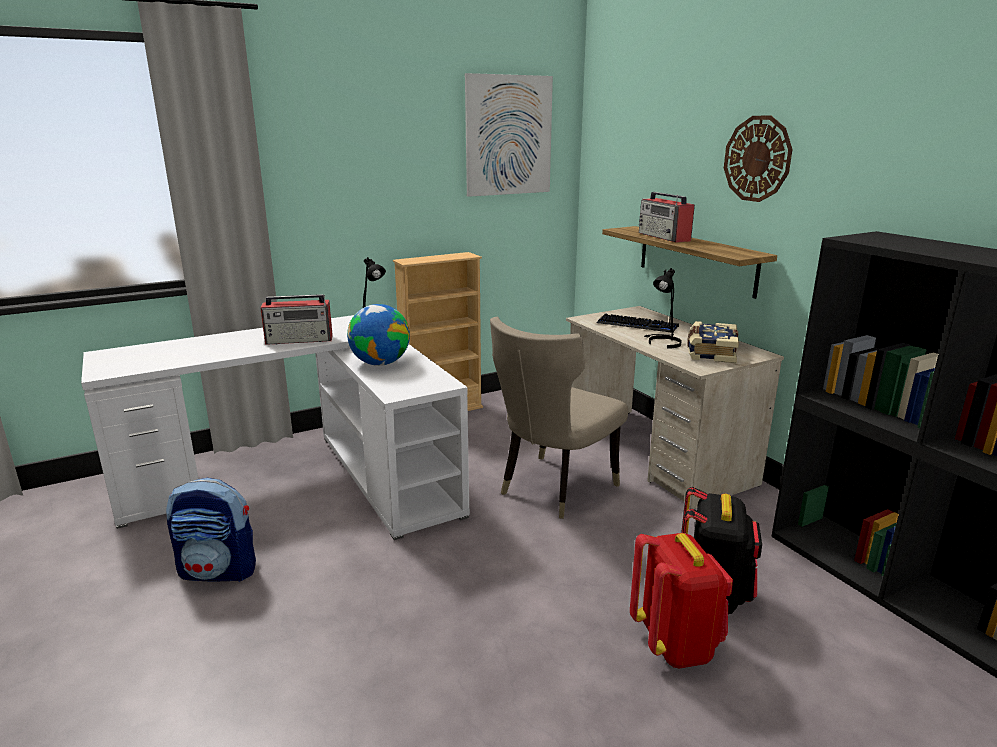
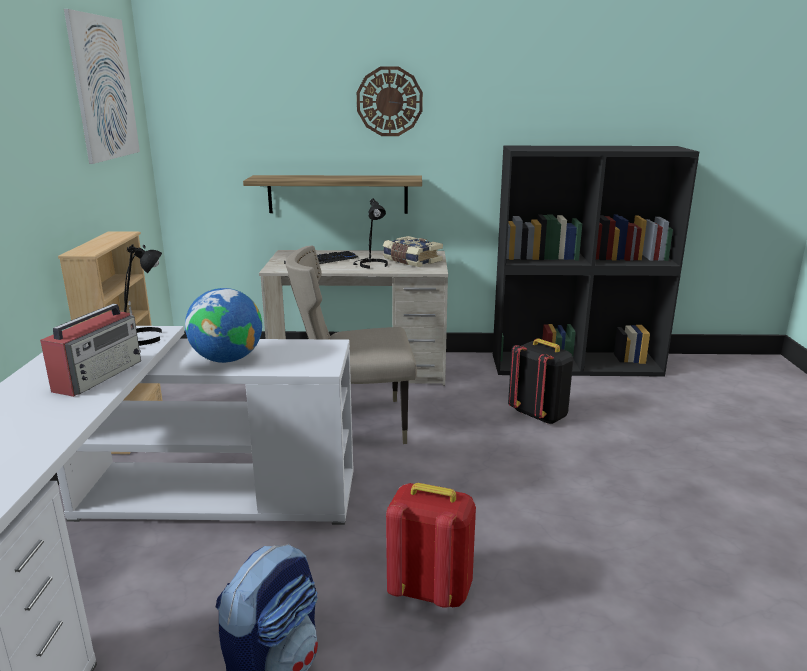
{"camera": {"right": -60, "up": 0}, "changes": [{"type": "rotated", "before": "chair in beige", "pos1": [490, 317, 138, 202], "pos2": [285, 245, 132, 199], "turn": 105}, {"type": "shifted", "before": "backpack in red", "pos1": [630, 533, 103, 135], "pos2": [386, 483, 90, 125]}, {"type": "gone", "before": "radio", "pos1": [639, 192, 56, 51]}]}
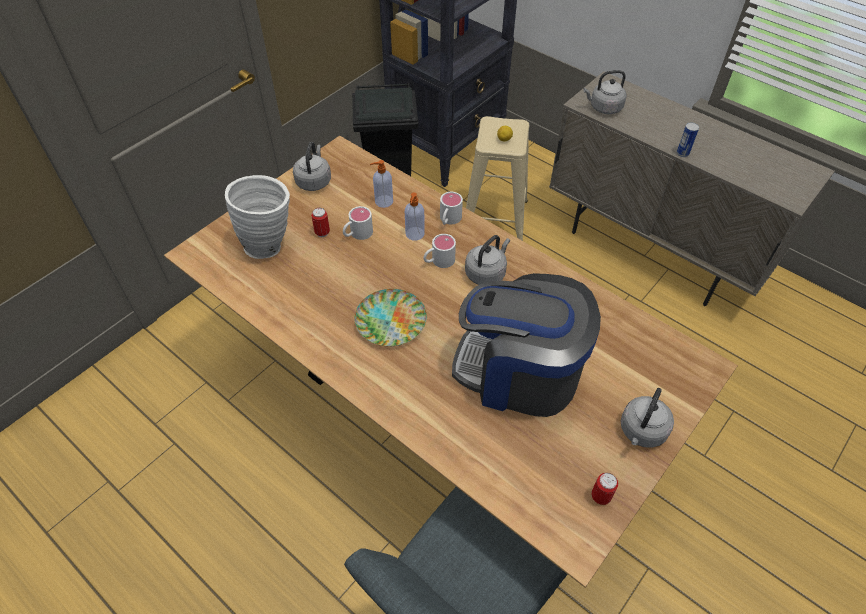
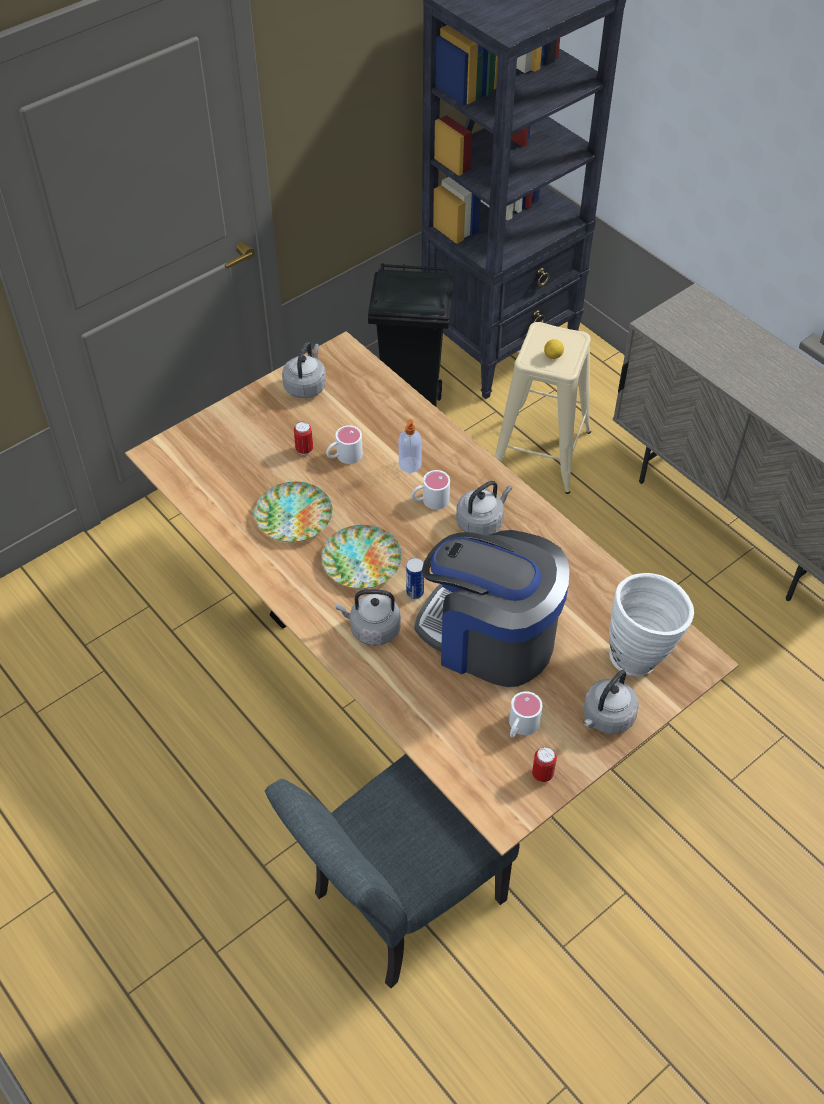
{"camera": {"right": 10, "up": 0}, "changes": [{"type": "shifted", "before": "vase in white", "pos1": [225, 175, 65, 84], "pos2": [609, 573, 85, 103]}, {"type": "gone", "before": "soap dispenser", "pos1": [370, 160, 23, 48]}, {"type": "shifted", "before": "mug in white", "pos1": [440, 192, 23, 33], "pos2": [509, 691, 33, 47]}, {"type": "shifted", "before": "kettle in grey", "pos1": [583, 70, 44, 44], "pos2": [335, 589, 66, 57]}, {"type": "shifted", "before": "can", "pos1": [677, 122, 22, 35], "pos2": [406, 558, 18, 41]}, {"type": "new", "after": "plate", "pos2": [254, 481, 79, 61]}]}
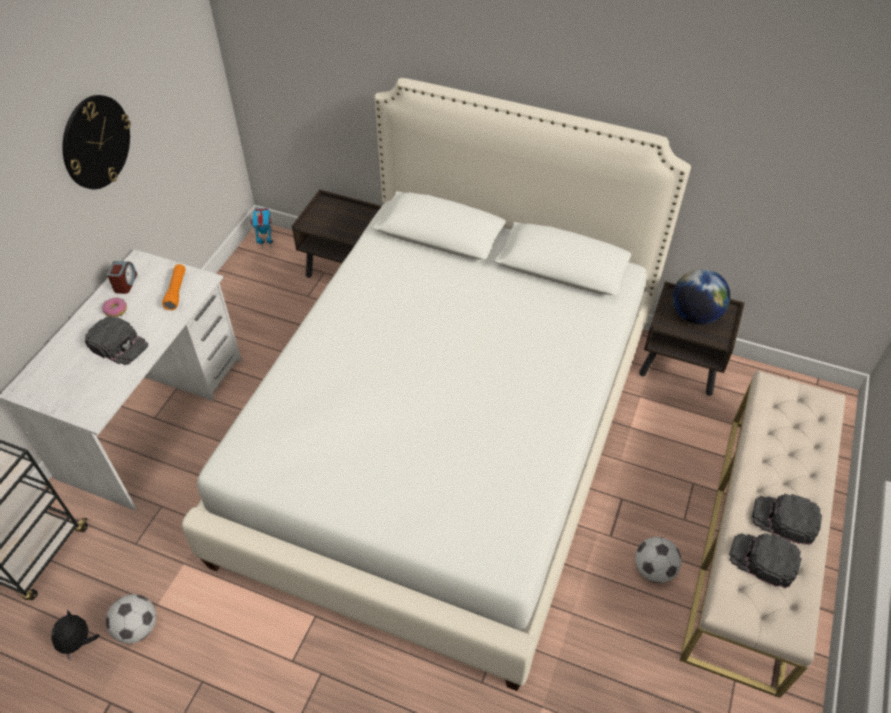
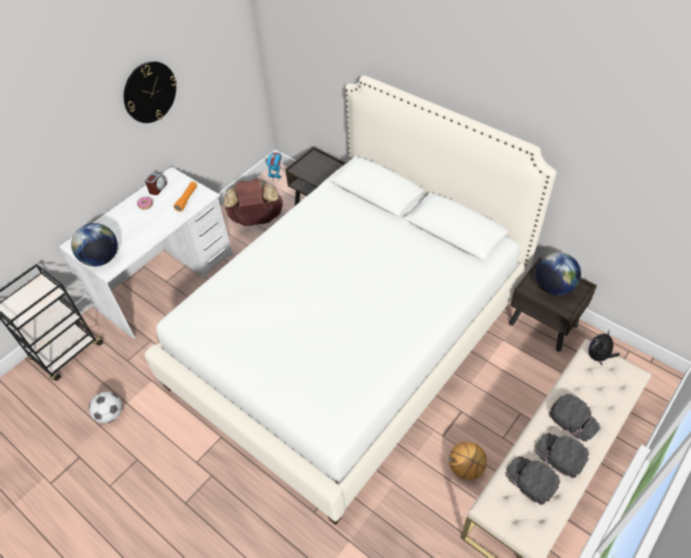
{"camera": {"right": 20, "up": 0}, "changes": [{"type": "shifted", "before": "plush toy", "pos1": [51, 610, 49, 50], "pos2": [588, 331, 32, 34]}, {"type": "shifted", "before": "cap in black", "pos1": [85, 316, 63, 49], "pos2": [549, 394, 51, 48]}, {"type": "swapped", "before": "football", "after": "basketball", "pos1": [635, 537, 47, 46], "pos2": [449, 441, 38, 39]}, {"type": "new", "after": "globe", "pos2": [71, 223, 47, 43]}, {"type": "new", "after": "backpack in brown", "pos2": [224, 178, 59, 48]}]}
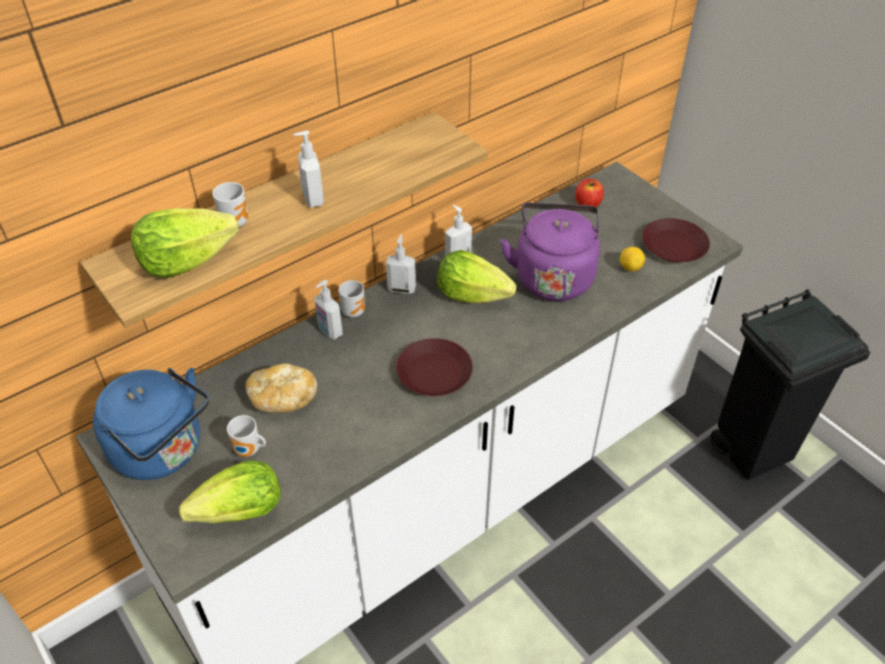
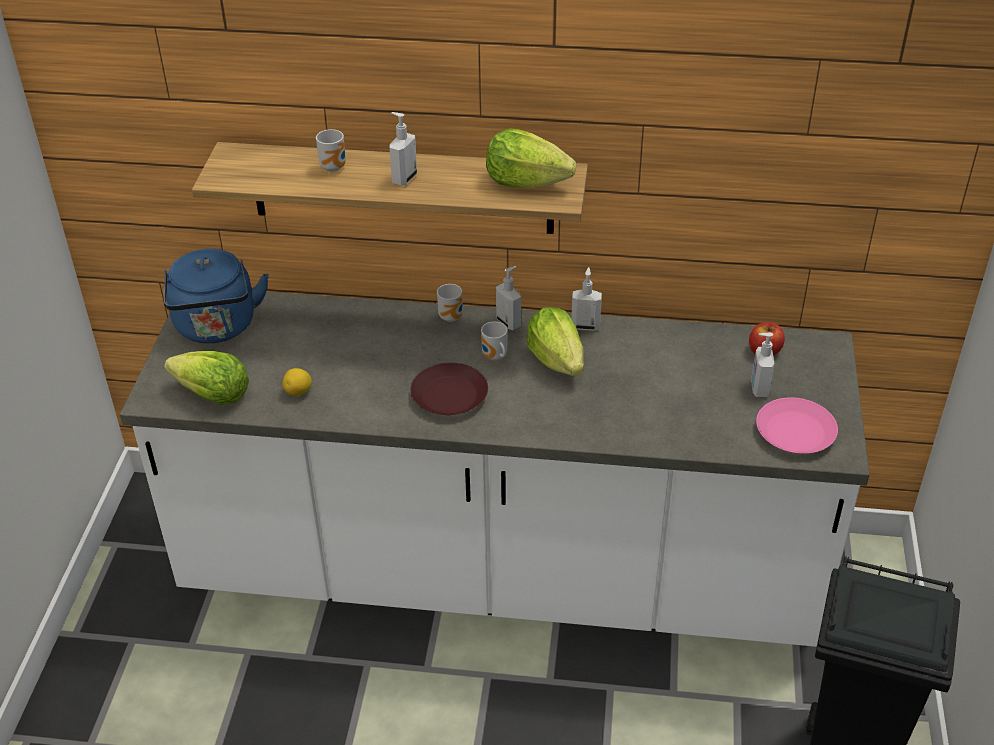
{"camera": {"right": 45, "up": -5}, "changes": [{"type": "shifted", "before": "lettuce", "pos1": [131, 208, 108, 70], "pos2": [486, 128, 91, 60]}, {"type": "shifted", "before": "mug", "pos1": [227, 415, 39, 42], "pos2": [481, 321, 26, 40]}, {"type": "gone", "before": "bread", "pos1": [245, 363, 72, 50]}, {"type": "shifted", "before": "soap dispenser", "pos1": [314, 280, 29, 59], "pos2": [751, 333, 23, 64]}, {"type": "gone", "before": "kettle in purple", "pos1": [500, 203, 100, 98]}, {"type": "shifted", "before": "lemon", "pos1": [620, 247, 25, 25], "pos2": [282, 368, 30, 28]}, {"type": "repainted", "before": "plate in brown", "after": "plate in pink", "pos1": [642, 218, 68, 44], "pos2": [756, 397, 82, 57]}]}
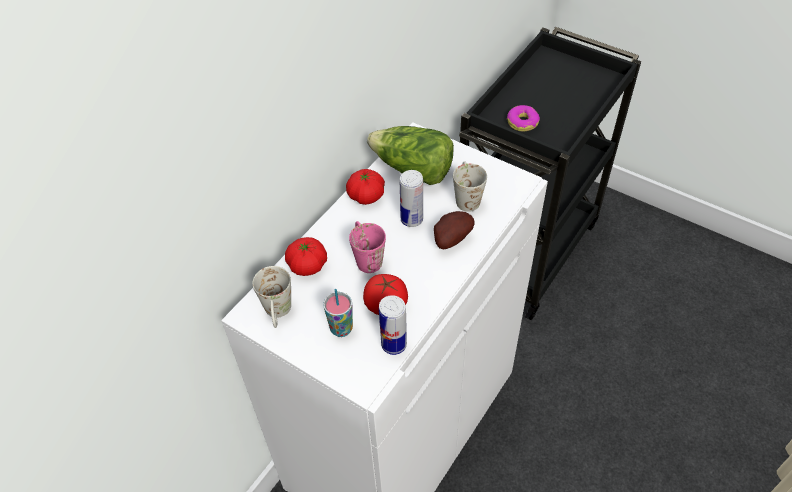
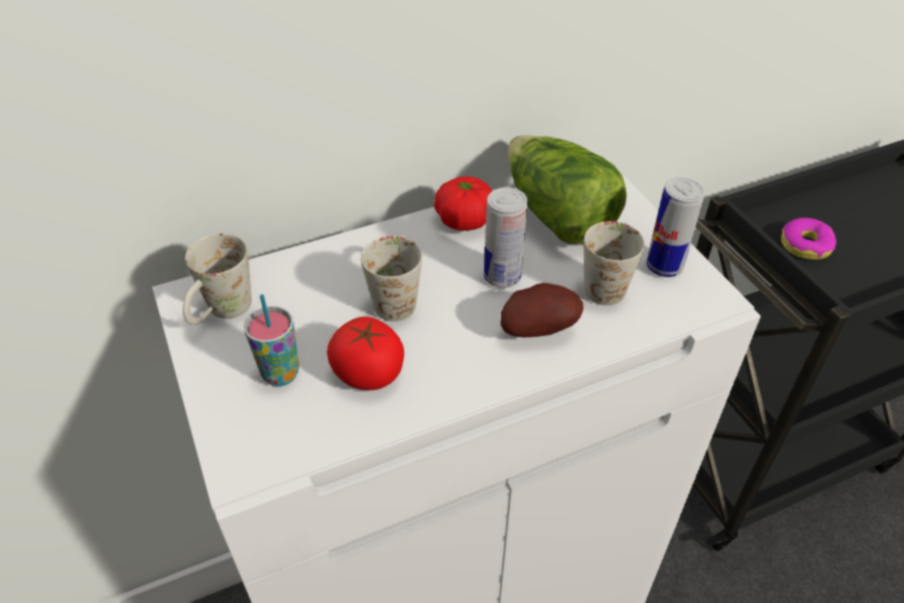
{"camera": {"right": 30, "up": -5}, "changes": [{"type": "gone", "before": "tomato", "pos1": [285, 237, 42, 39]}, {"type": "repainted", "before": "mug in pink", "after": "mug in white", "pos1": [349, 221, 37, 52], "pos2": [361, 234, 61, 87]}, {"type": "shifted", "before": "can", "pos1": [379, 295, 28, 60], "pos2": [646, 177, 58, 100]}]}
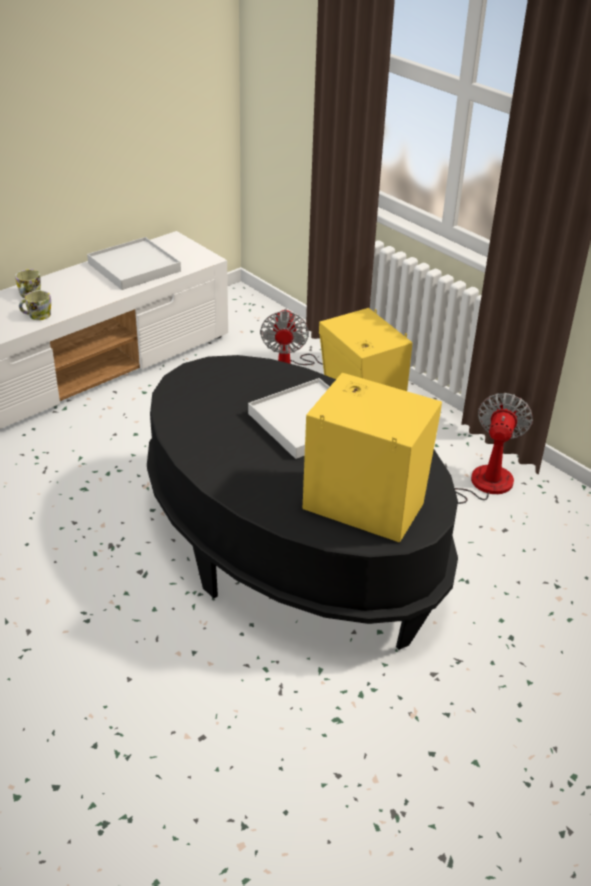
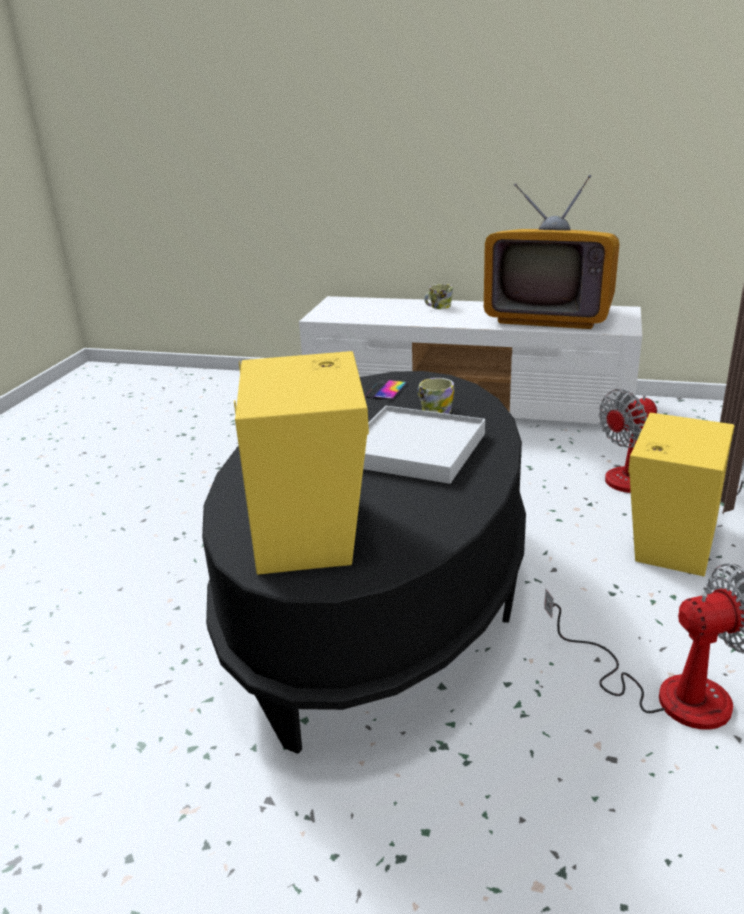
{"camera": {"right": 60, "up": -10}, "changes": [{"type": "shifted", "before": "mug", "pos1": [19, 290, 32, 30], "pos2": [417, 378, 37, 36]}, {"type": "swapped", "before": "tray in white", "after": "television", "pos1": [87, 237, 94, 53], "pos2": [484, 175, 135, 154]}, {"type": "new", "after": "phone", "pos2": [365, 380, 42, 20]}]}
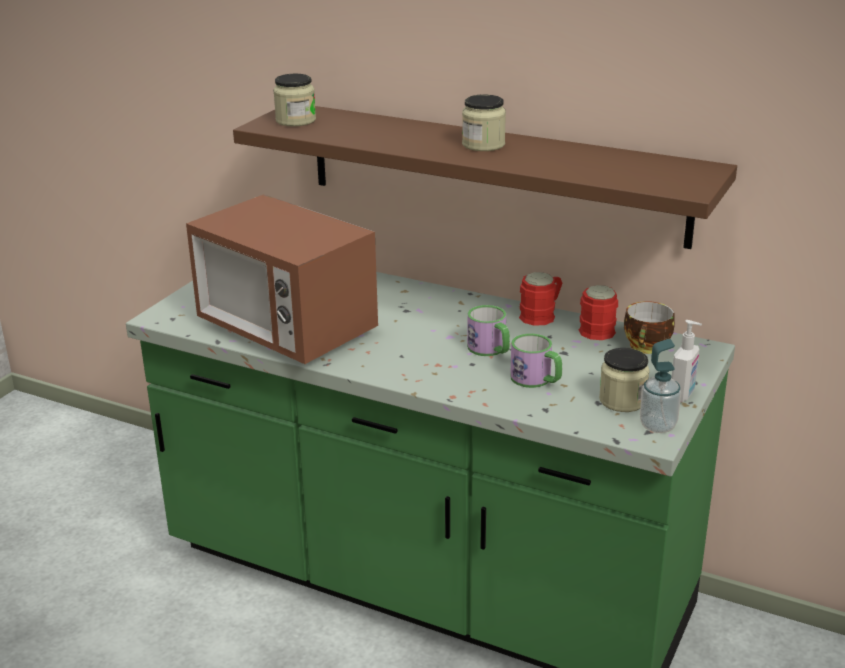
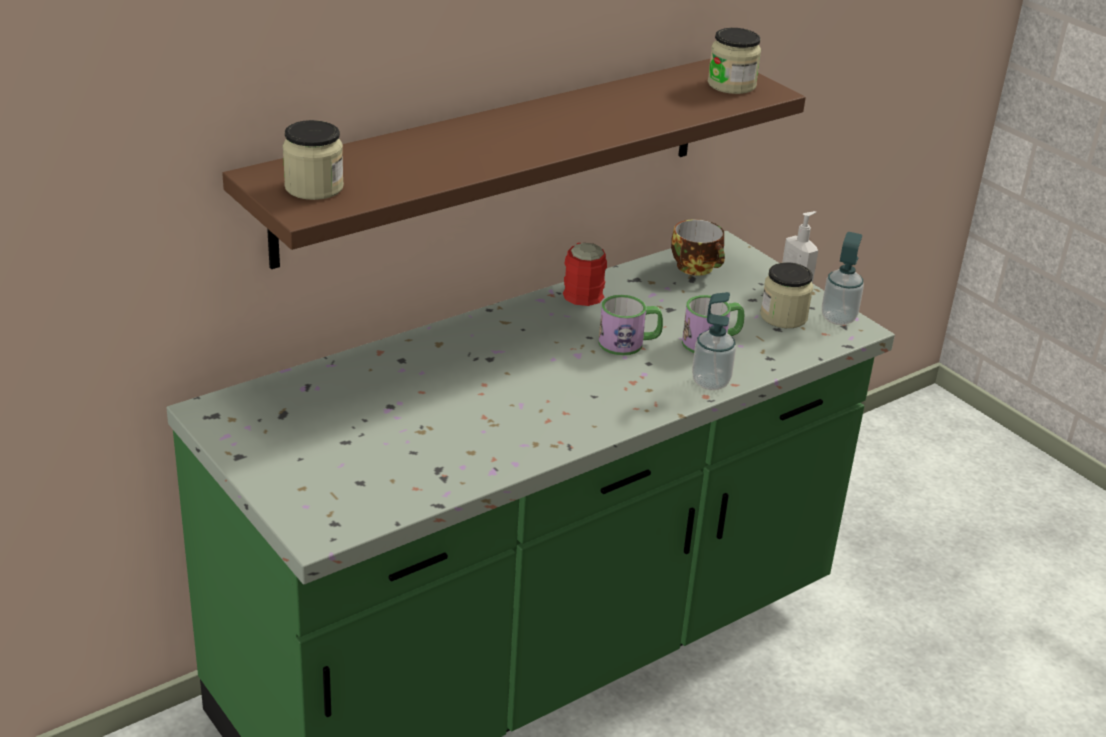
{"camera": {"right": -65, "up": 5}, "changes": [{"type": "gone", "before": "microwave", "pos1": [186, 194, 192, 170]}, {"type": "shifted", "before": "jar", "pos1": [462, 94, 44, 57], "pos2": [708, 28, 53, 66]}, {"type": "gone", "before": "mug in red", "pos1": [579, 285, 39, 55]}, {"type": "new", "after": "soap dispenser", "pos2": [692, 292, 44, 98]}]}
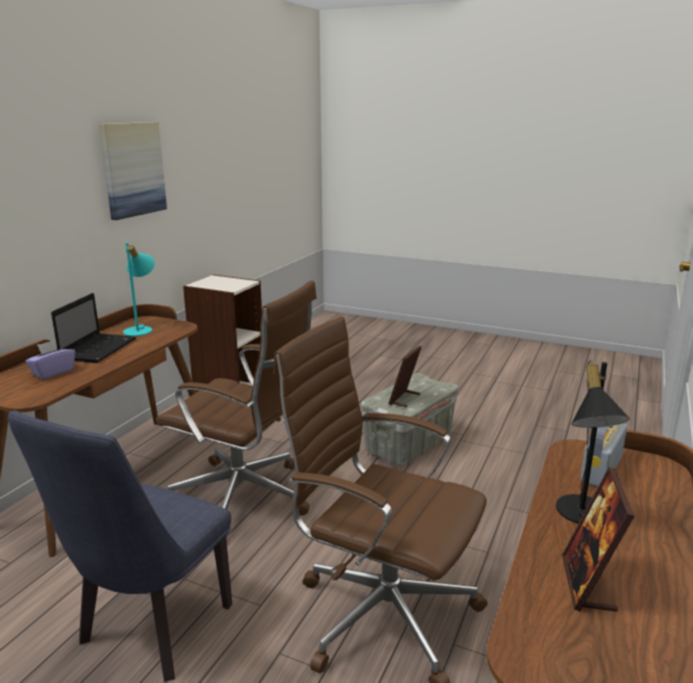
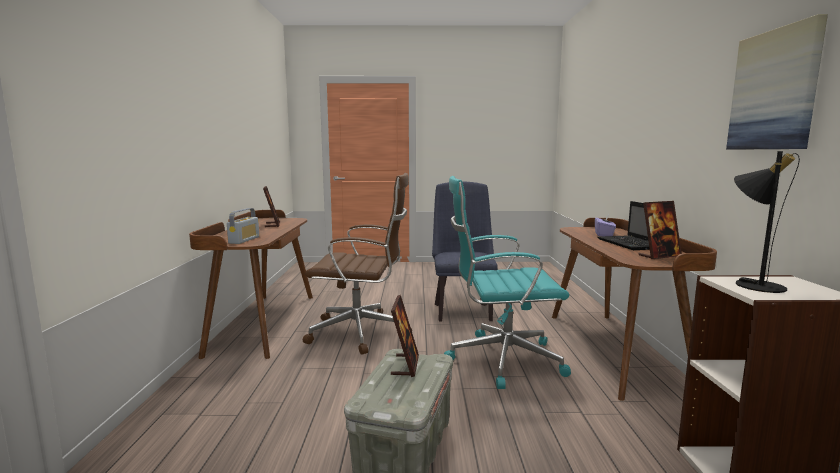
{"camera": {"right": 155, "up": -10}, "changes": [{"type": "swapped", "before": "table lamp in turquoise", "after": "picture frame", "pos1": [123, 242, 32, 94], "pos2": [639, 201, 43, 58]}, {"type": "repainted", "before": "office chair in brown", "after": "office chair in turquoise", "pos1": [156, 280, 161, 235], "pos2": [444, 176, 127, 213]}, {"type": "shifted", "before": "table lamp in black", "pos1": [556, 360, 74, 164], "pos2": [734, 151, 66, 142]}]}
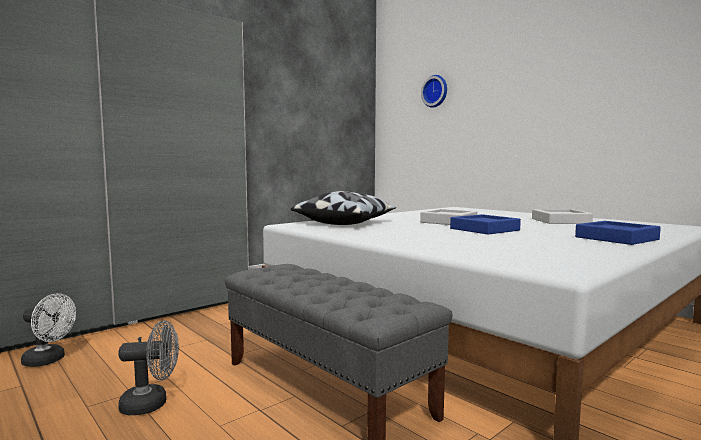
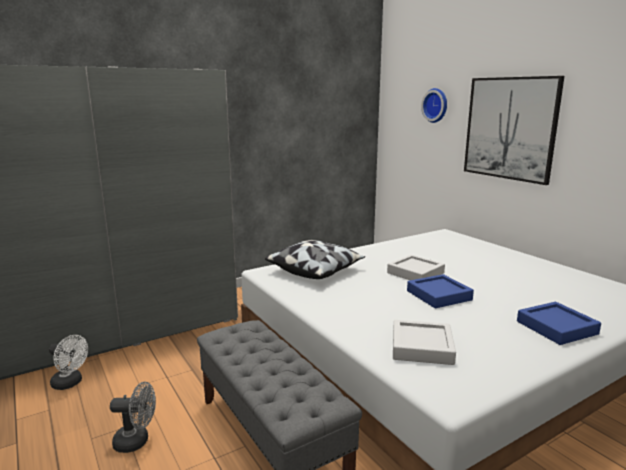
{"camera": {"right": 10, "up": 10}, "changes": [{"type": "shifted", "before": "tray in grey", "pos1": [532, 209, 61, 15], "pos2": [393, 320, 63, 45]}, {"type": "new", "after": "picture", "pos2": [464, 76, 100, 109]}]}
